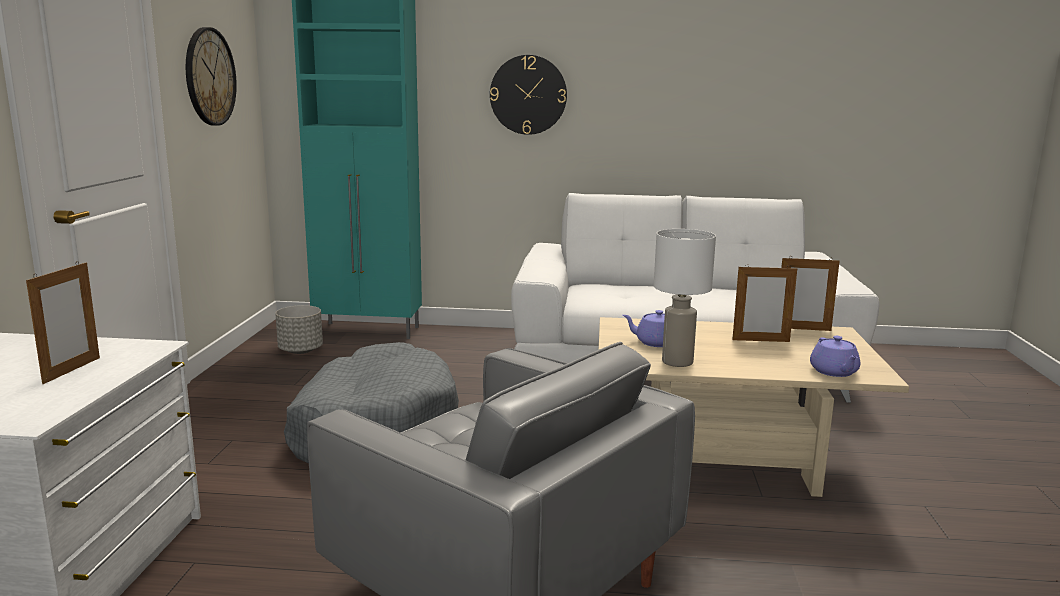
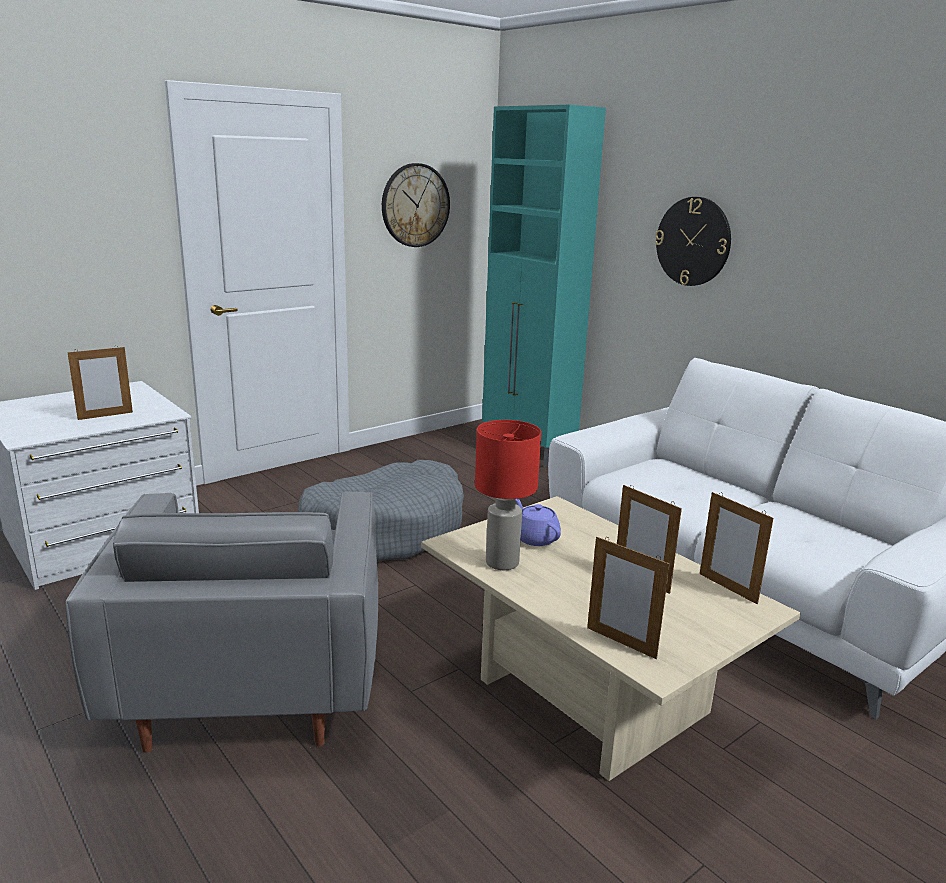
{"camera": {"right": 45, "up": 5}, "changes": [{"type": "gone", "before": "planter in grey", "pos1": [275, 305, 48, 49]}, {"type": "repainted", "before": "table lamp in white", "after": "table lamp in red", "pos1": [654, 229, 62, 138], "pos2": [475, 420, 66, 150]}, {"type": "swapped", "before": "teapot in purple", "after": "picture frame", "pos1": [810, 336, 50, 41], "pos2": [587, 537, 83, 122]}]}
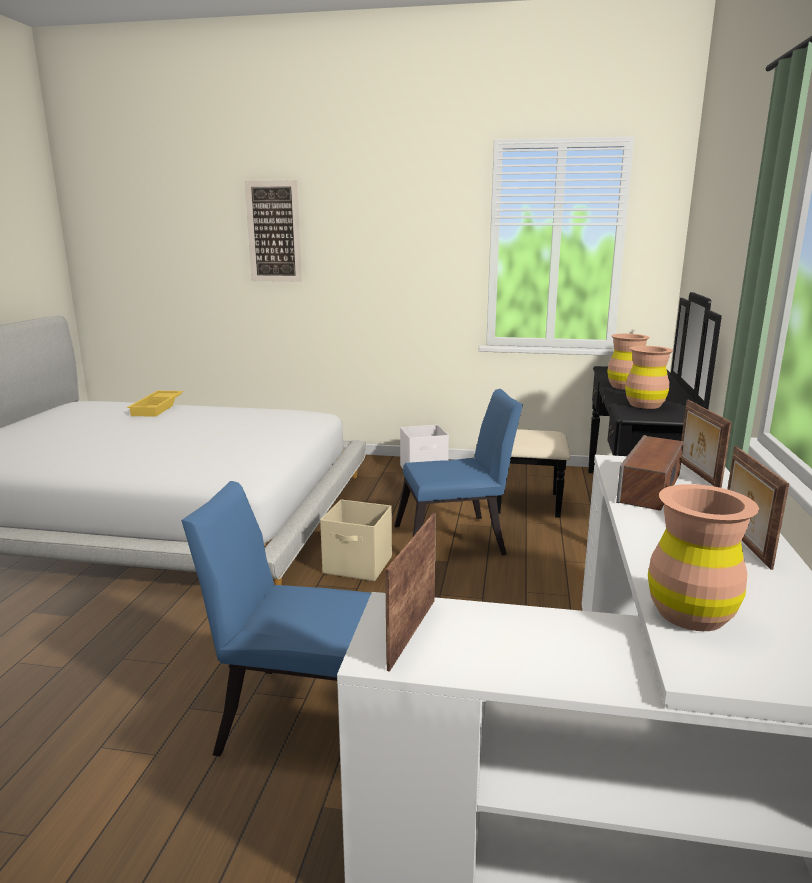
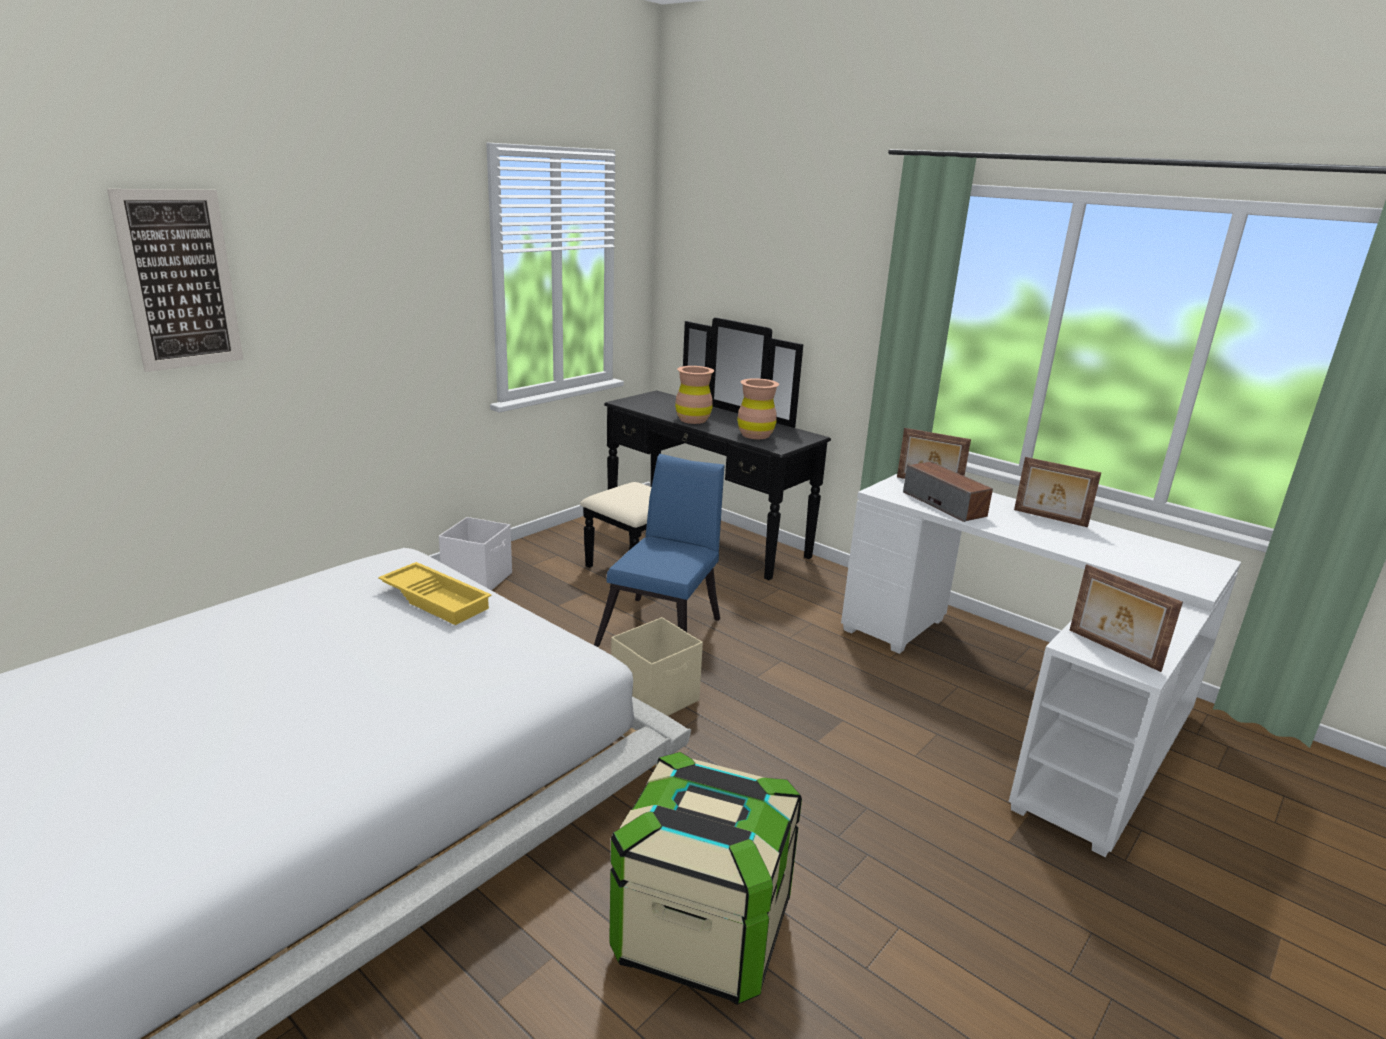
{"camera": {"right": -60, "up": 5}, "changes": [{"type": "shifted", "before": "tray in yellow", "pos1": [127, 391, 56, 26], "pos2": [378, 562, 114, 63]}, {"type": "gone", "before": "chair in blue", "pos1": [181, 481, 190, 276]}, {"type": "gone", "before": "vase in brown", "pos1": [648, 484, 111, 147]}, {"type": "new", "after": "storage box", "pos2": [609, 752, 193, 253]}]}
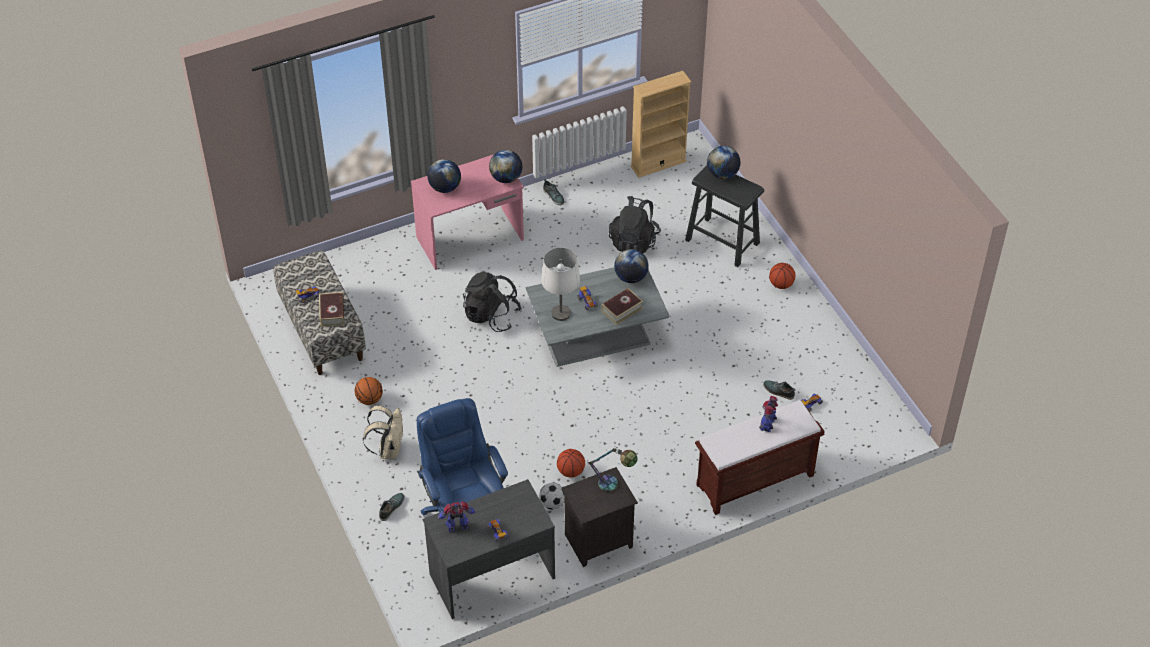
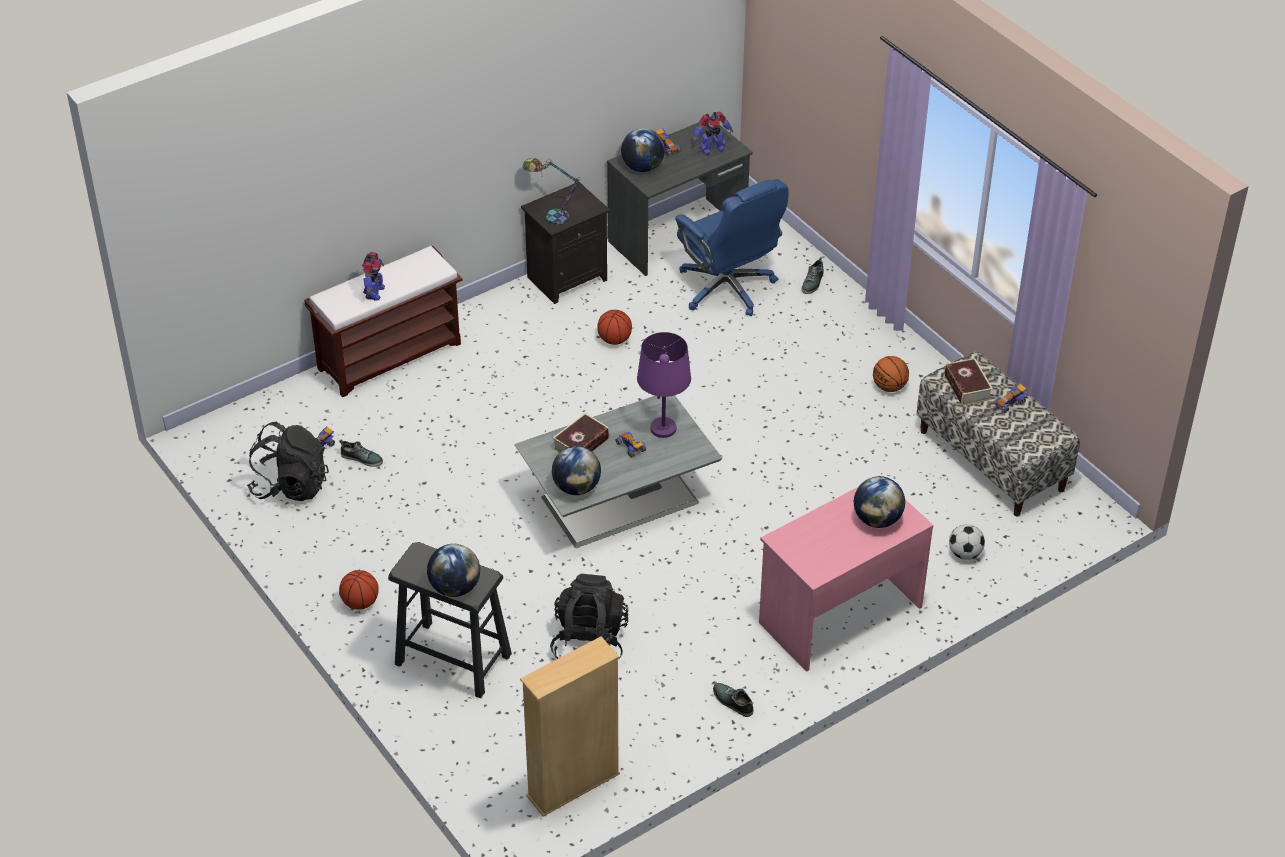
{"camera": {"right": 170, "up": -5}, "changes": [{"type": "gone", "before": "backpack in beige", "pos1": [363, 405, 41, 55]}, {"type": "shifted", "before": "backpack in black", "pos1": [463, 271, 59, 61], "pos2": [247, 422, 82, 79]}, {"type": "shifted", "before": "globe", "pos1": [489, 150, 33, 33], "pos2": [621, 128, 44, 44]}, {"type": "shifted", "before": "football", "pos1": [539, 483, 26, 27], "pos2": [949, 524, 36, 36]}, {"type": "repainted", "before": "table lamp in white", "after": "table lamp in purple", "pos1": [541, 247, 39, 74], "pos2": [637, 332, 54, 106]}]}
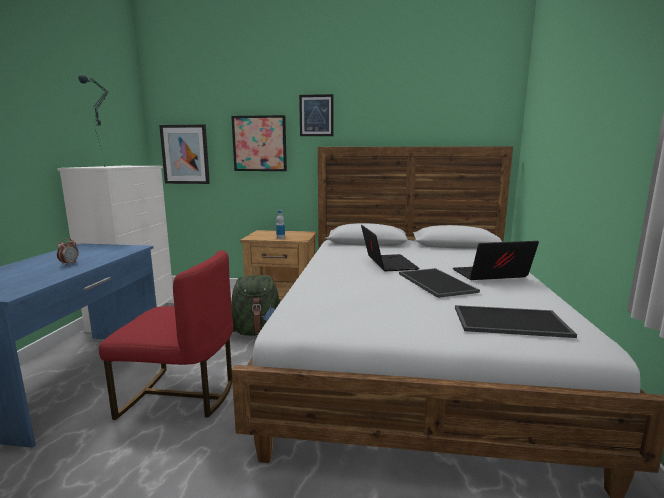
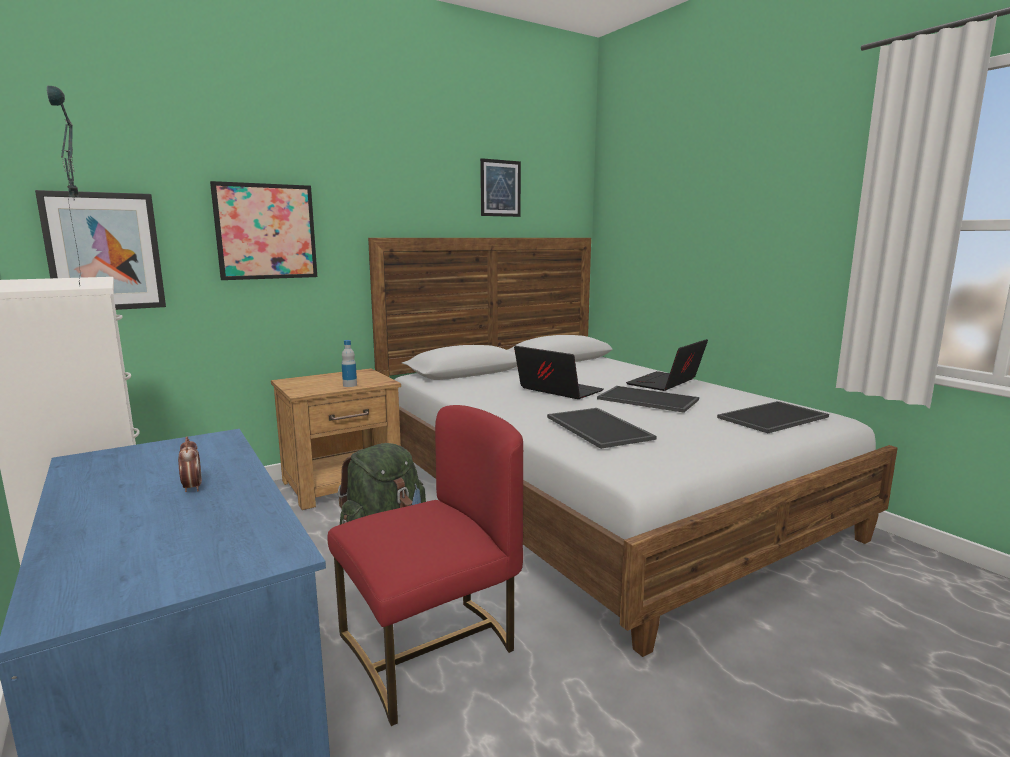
{"camera": {"right": -40, "up": 0}, "changes": [{"type": "shifted", "before": "picture", "pos1": [299, 94, 34, 42], "pos2": [480, 158, 41, 59]}, {"type": "new", "after": "tray", "pos2": [547, 408, 110, 41]}]}
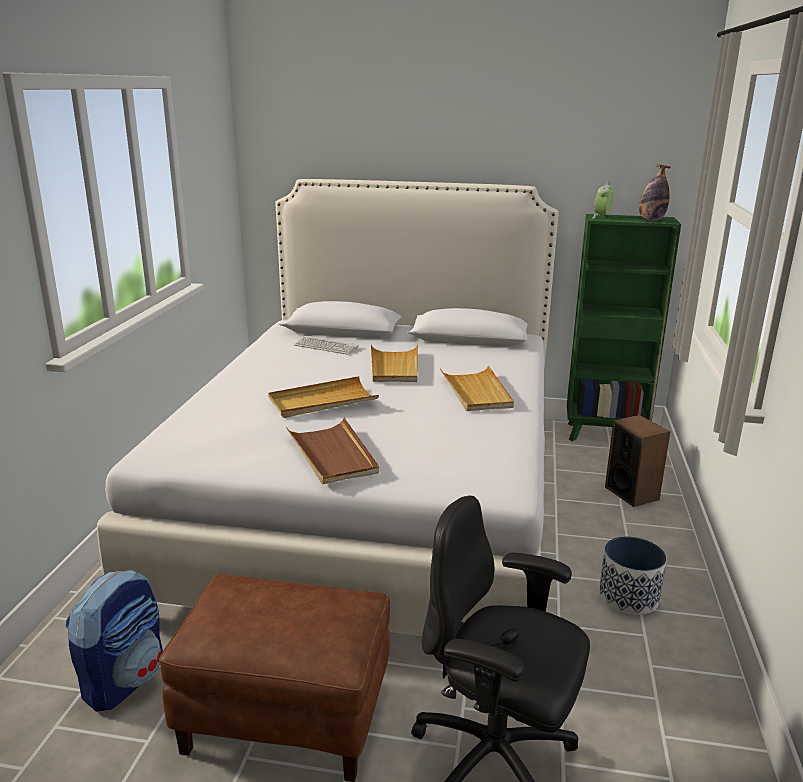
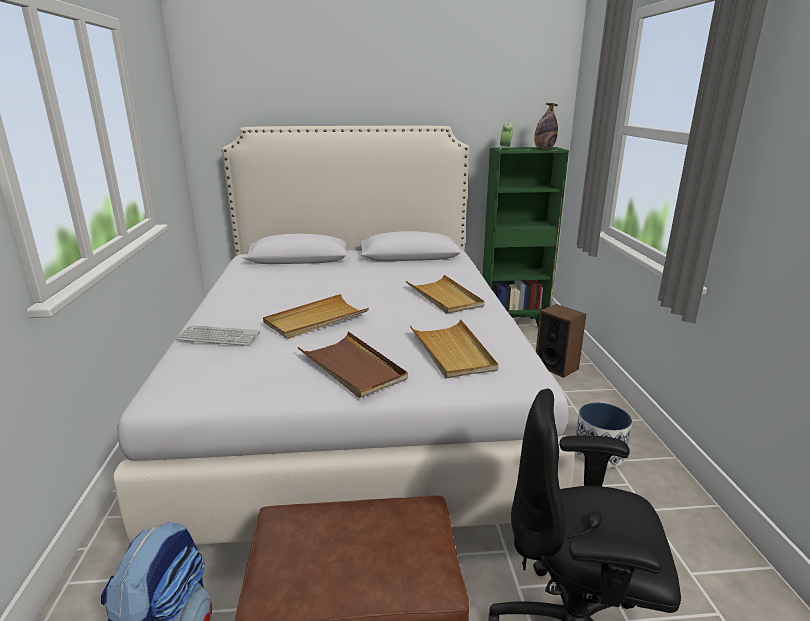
{"camera": {"right": -15, "up": 0}, "changes": [{"type": "shifted", "before": "keyboard", "pos1": [294, 336, 65, 19], "pos2": [176, 325, 84, 21]}, {"type": "shifted", "before": "tray in beige", "pos1": [371, 345, 47, 37], "pos2": [410, 319, 88, 59]}]}
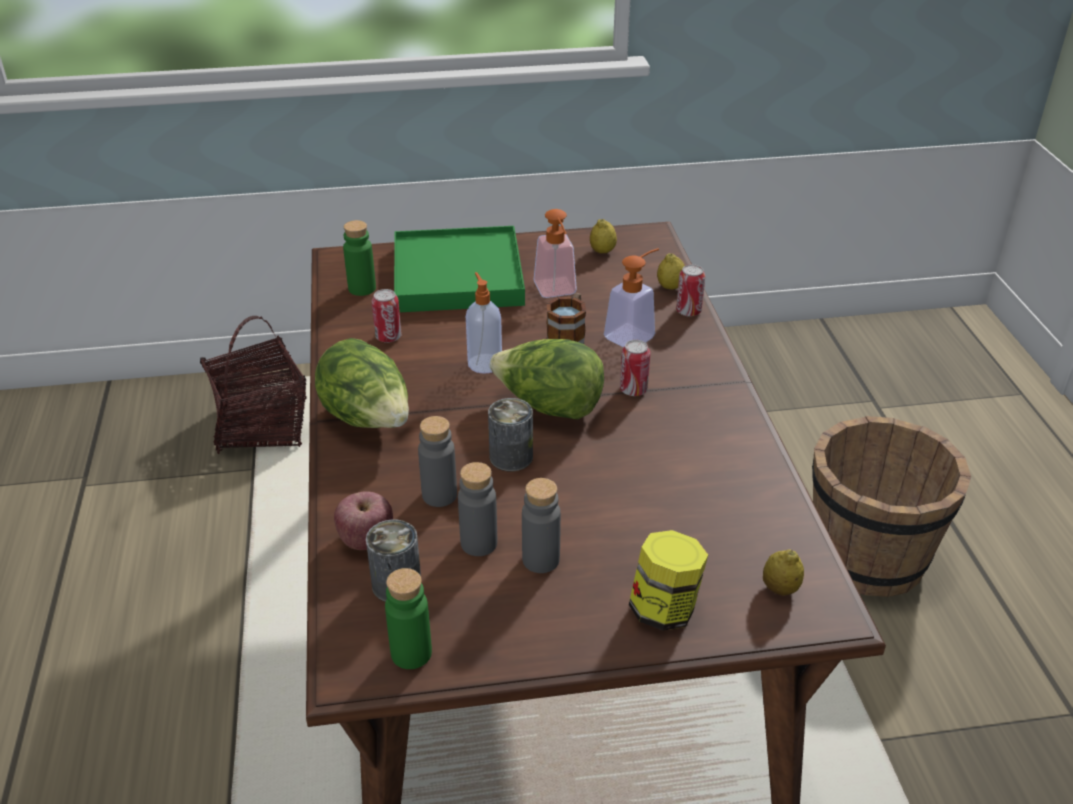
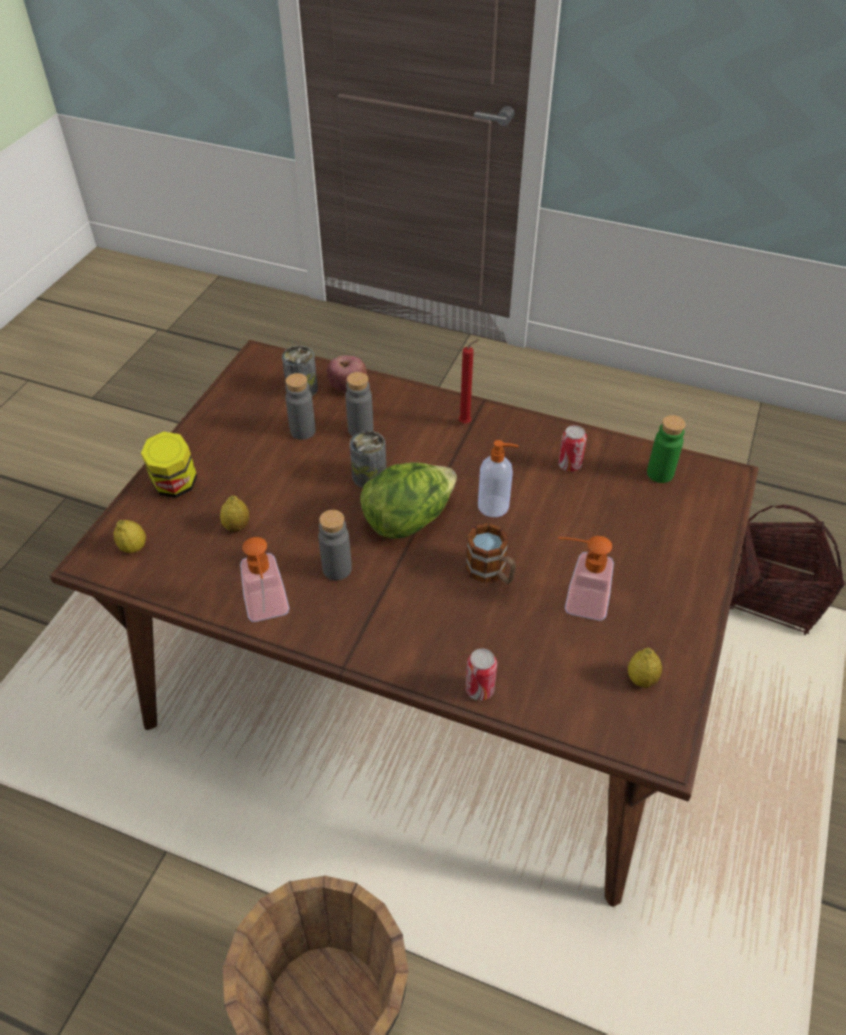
{"camera": {"right": 120, "up": 10}, "changes": [{"type": "swapped", "before": "lettuce", "after": "candle in red", "pos1": [315, 338, 94, 90], "pos2": [459, 339, 21, 85]}, {"type": "gone", "before": "bottle in green", "pos1": [385, 568, 47, 101]}, {"type": "gone", "before": "tray in green", "pos1": [394, 226, 131, 86]}, {"type": "shifted", "before": "bottle in grey", "pos1": [522, 478, 39, 95], "pos2": [318, 510, 34, 70]}, {"type": "shifted", "before": "soap dispenser", "pos1": [604, 248, 55, 100], "pos2": [240, 537, 49, 85]}, {"type": "gone", "before": "can", "pos1": [620, 340, 31, 56]}, {"type": "shifted", "before": "lemon", "pos1": [657, 253, 28, 37], "pos2": [220, 496, 29, 36]}]}
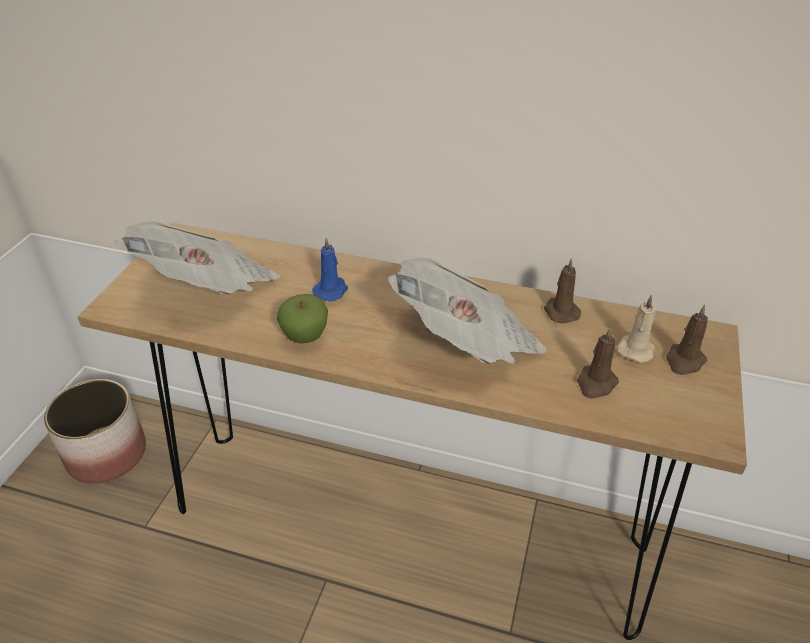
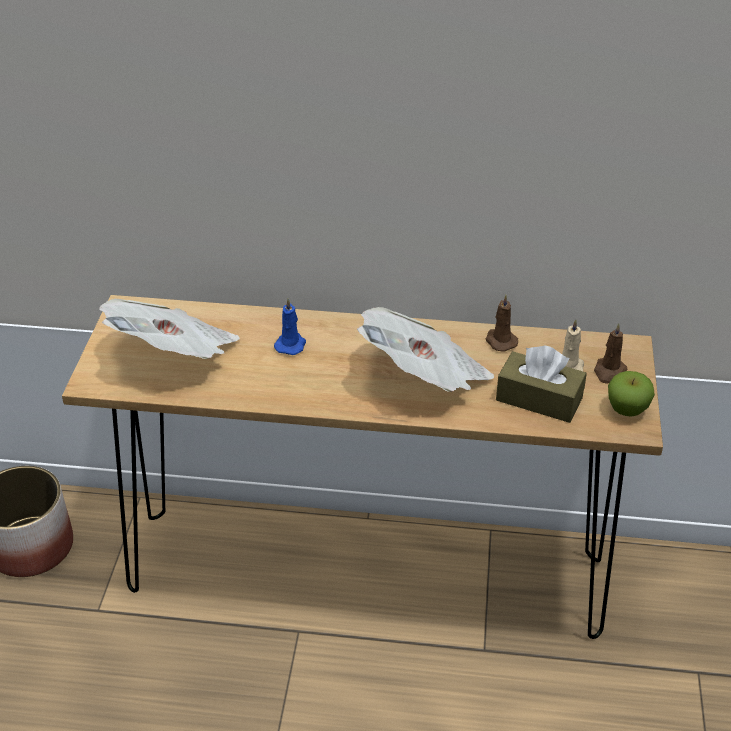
{"camera": {"right": -10, "up": 0}, "changes": [{"type": "shifted", "before": "apple", "pos1": [277, 294, 51, 50], "pos2": [608, 371, 47, 46]}, {"type": "swapped", "before": "candle in brown", "after": "tissue box in brown", "pos1": [577, 326, 42, 73], "pos2": [496, 346, 91, 77]}]}
